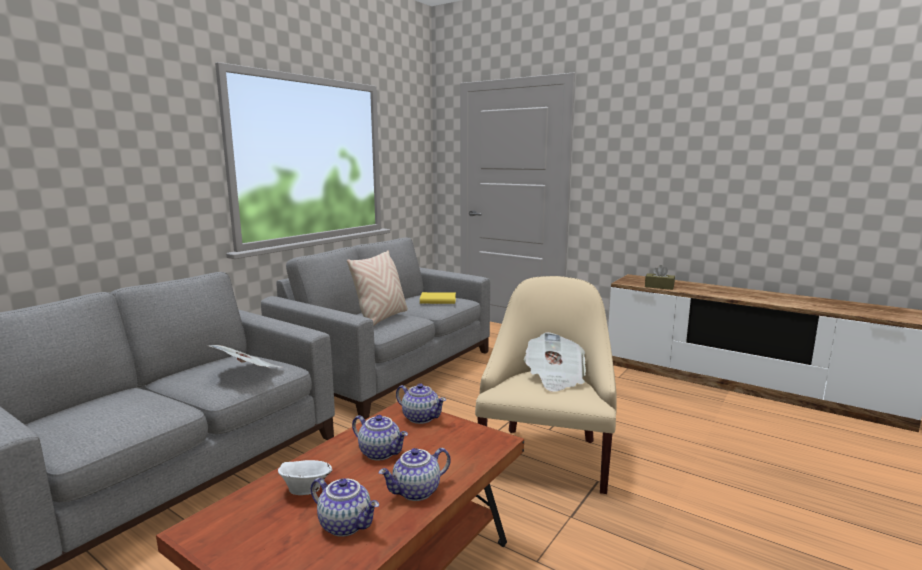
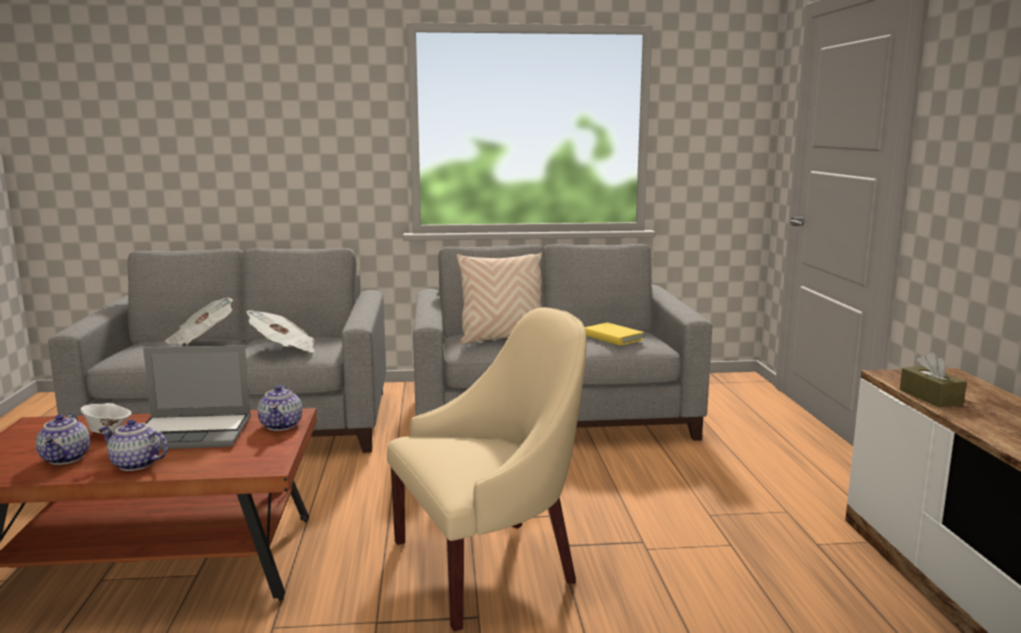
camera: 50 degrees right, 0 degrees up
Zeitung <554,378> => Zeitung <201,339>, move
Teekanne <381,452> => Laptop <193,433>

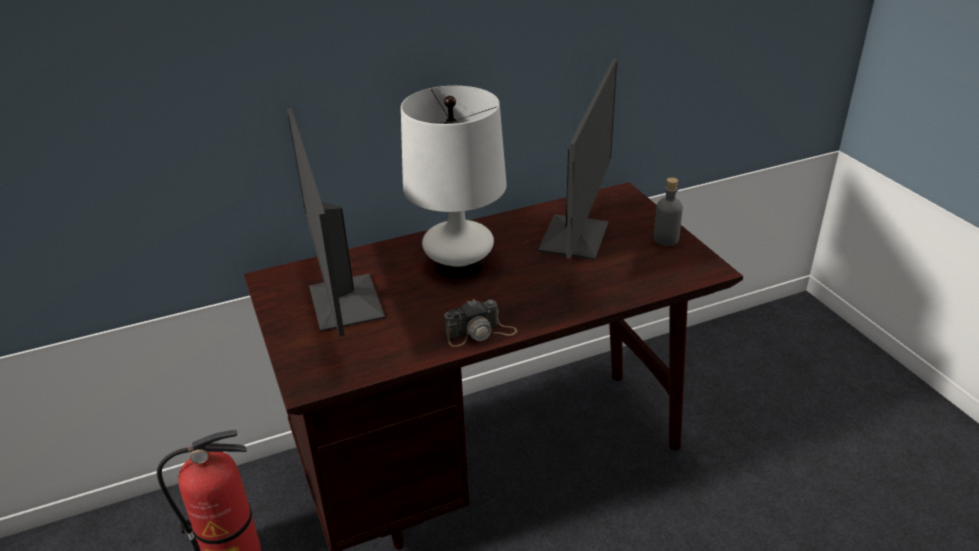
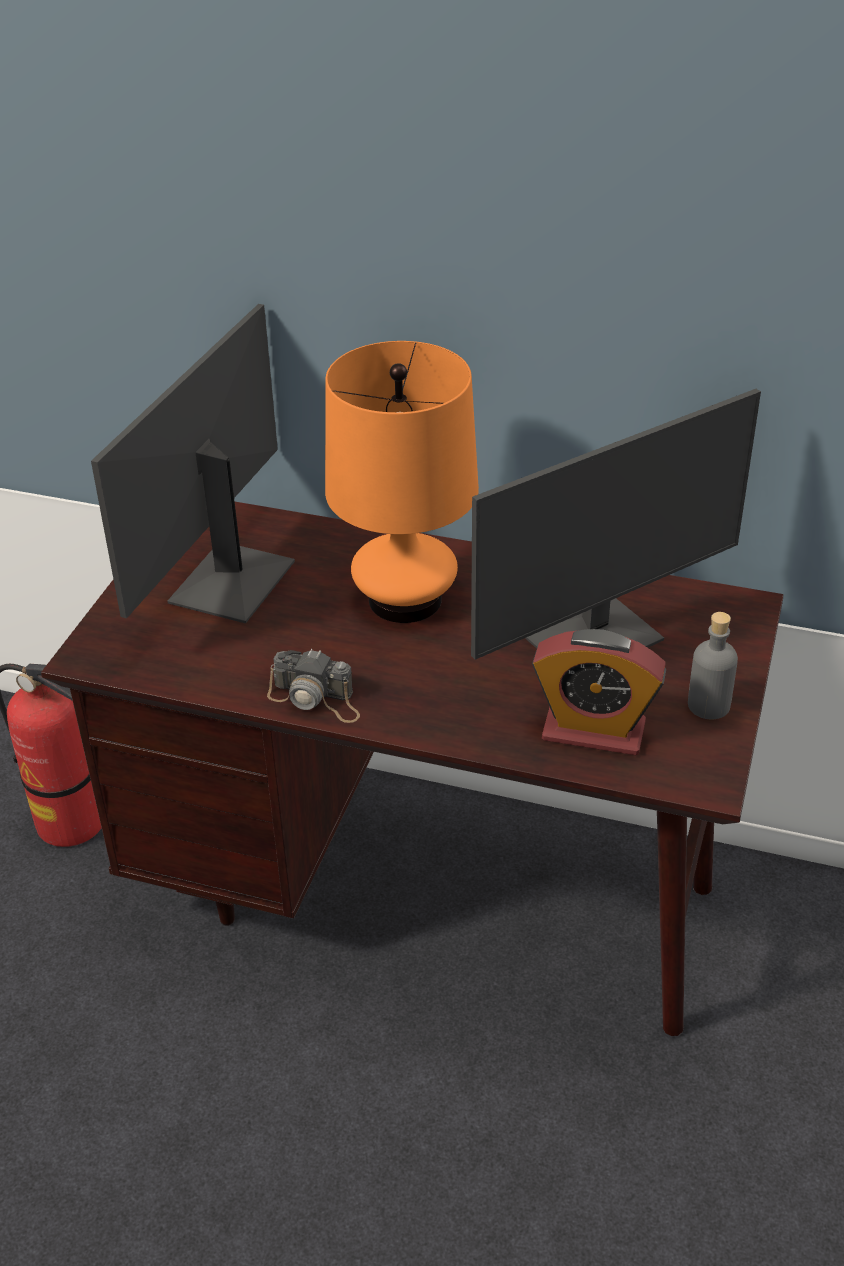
camera: 40 degrees right, 5 degrees up
Tischlampe/weiß <459,264> => Tischlampe/orange <405,599>
nothing => Wecker <593,731>

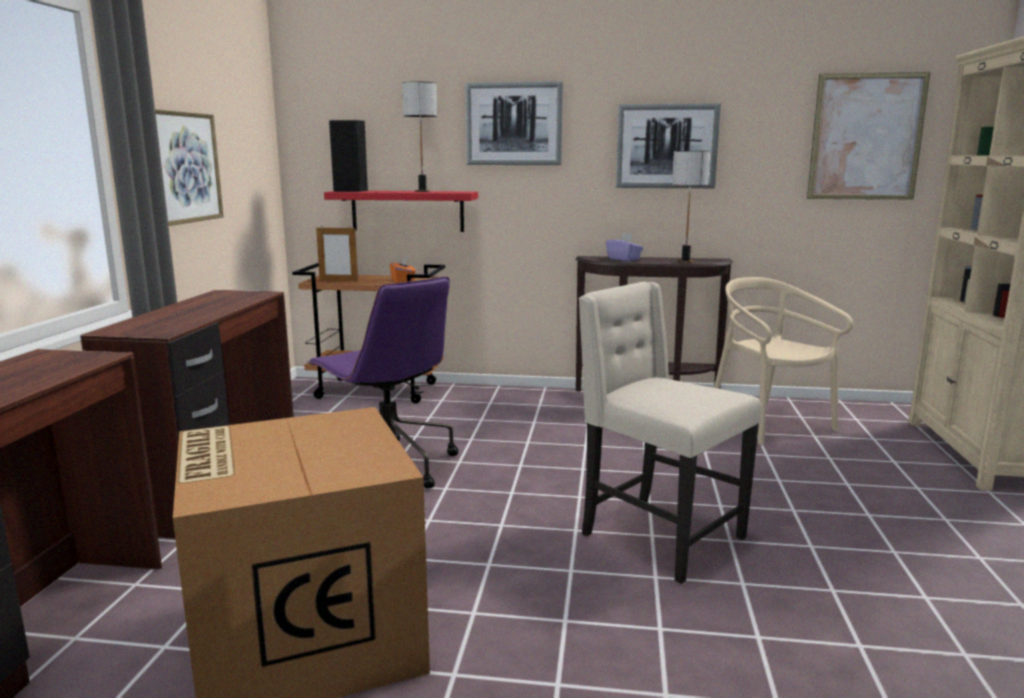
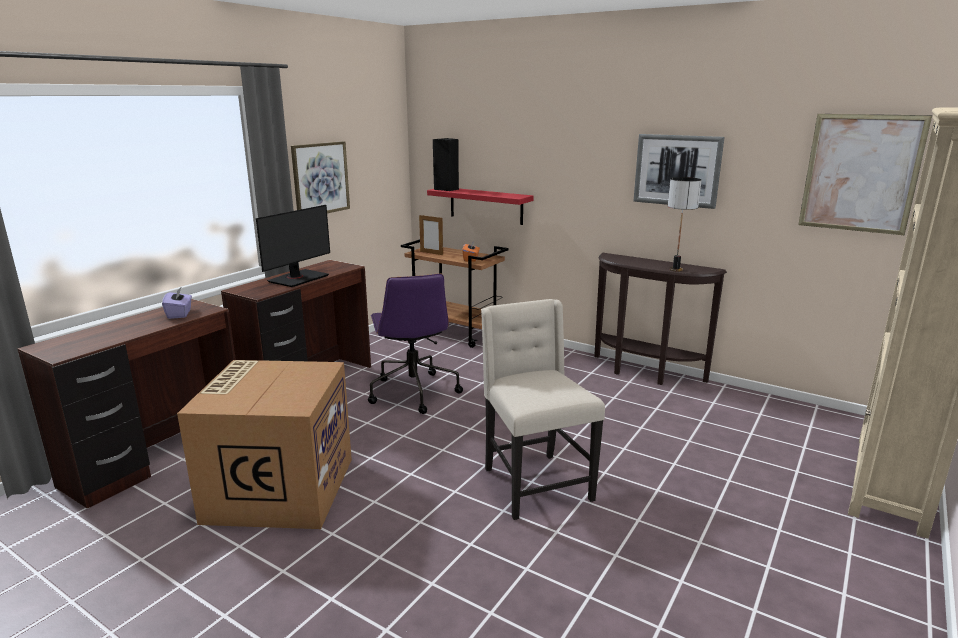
camera: 25 degrees right, 5 degrees up
Tischlampe <422,191> => nothing
Bild <514,124> => nothing
Taschentuchbox/lila <624,259> => Taschentuchbox/lila <180,314>, move
Stuhl/beige <768,423> => nothing
nothing => Monitor <298,278>

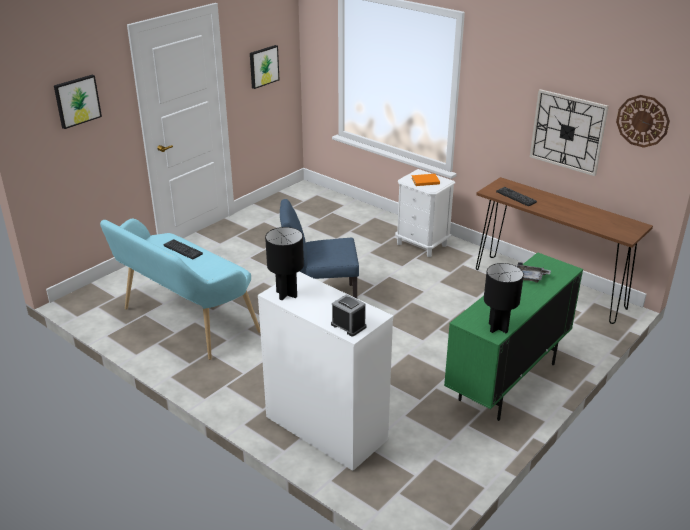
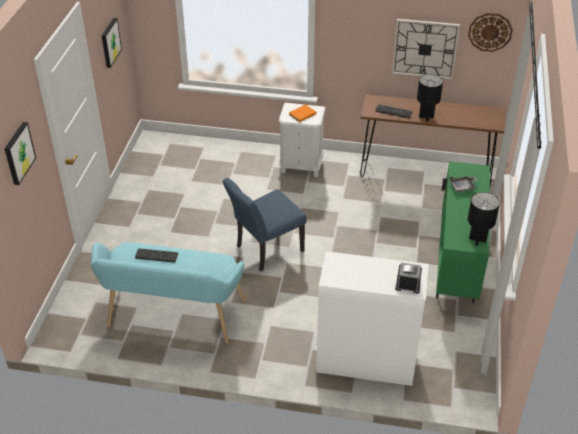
camera: 30 degrees left, 10 degrees up
Tischlampe/schwarz <287,294> => Tischlampe/schwarz <426,117>, move

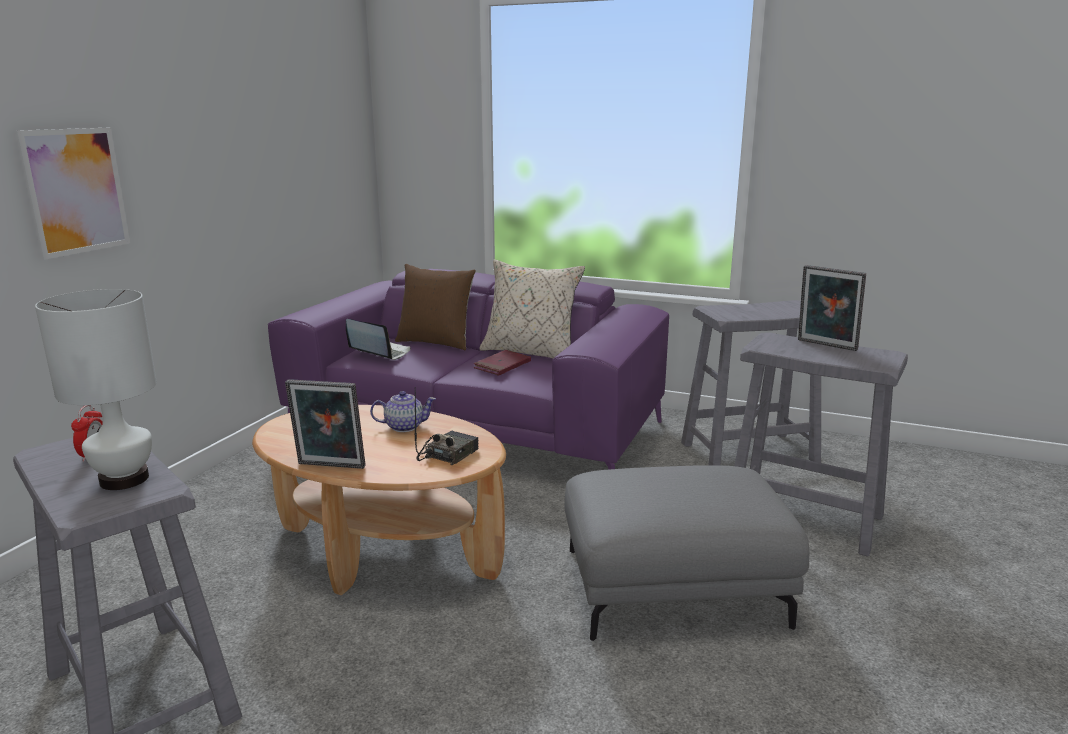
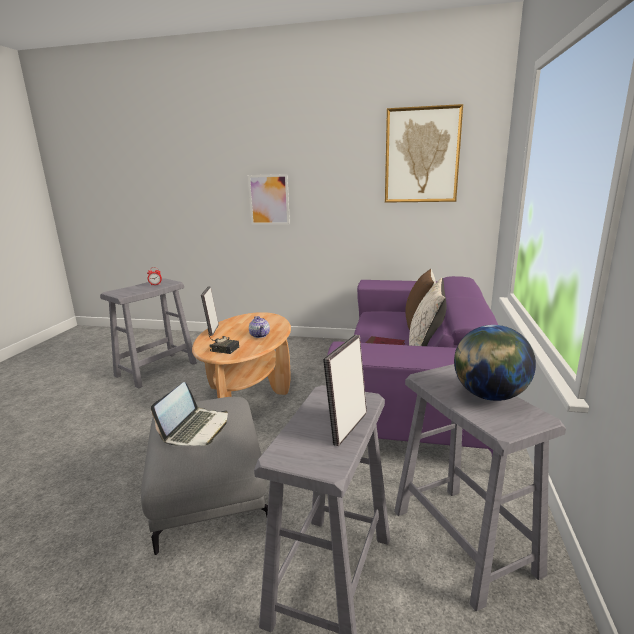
camera: 80 degrees right, 0 degrees up
Tischlampe/weiß <123,480> => nothing
Laptop <379,352> => Laptop <196,429>, move
nothing => Bild <422,155>
nothing => Globus <489,396>

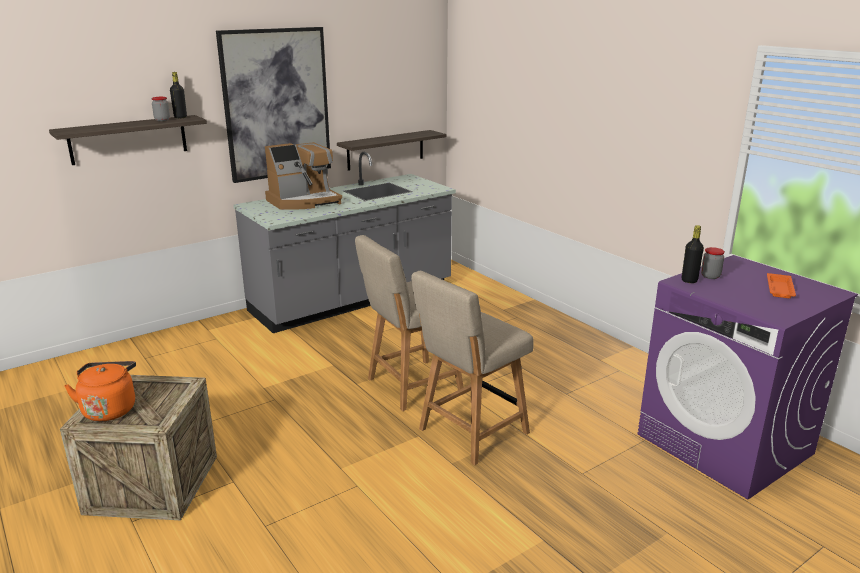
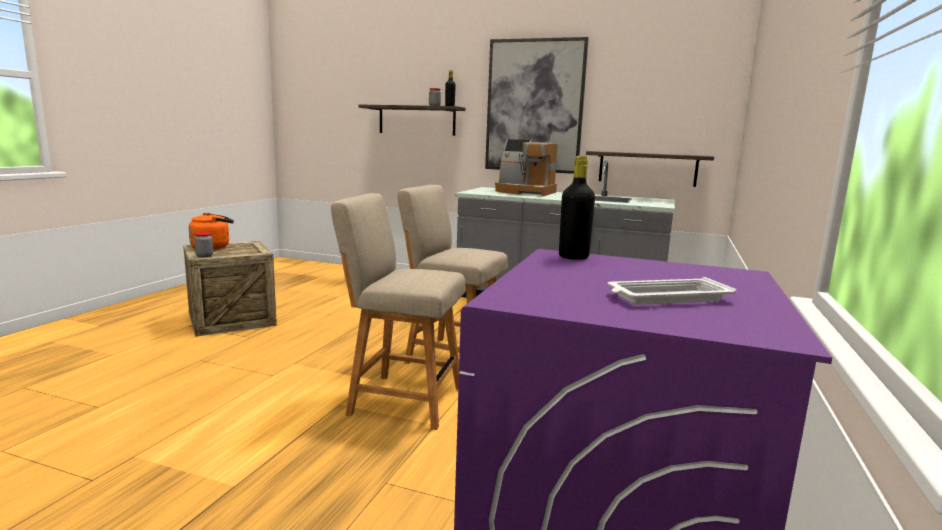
camera: 55 degrees right, 10 degrees down
Vorratsglas <710,276> => Vorratsglas <204,256>, move
Tablett/orange <780,289> => Tablett/weiß <667,298>

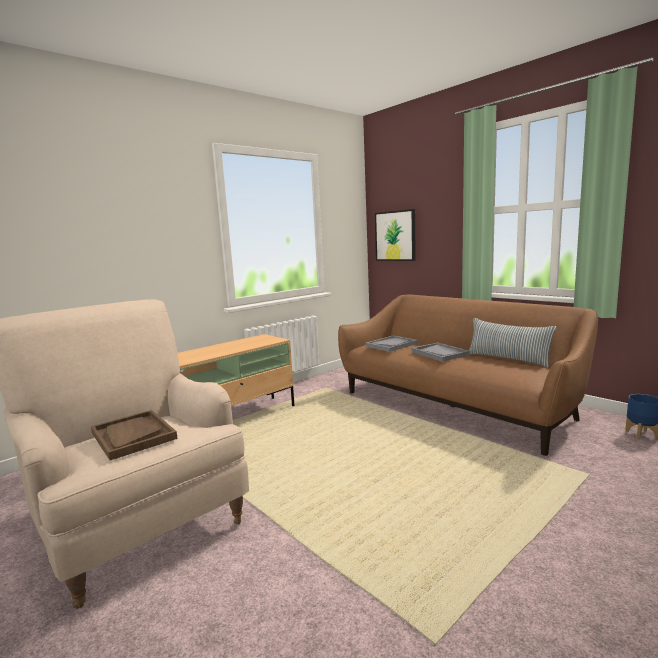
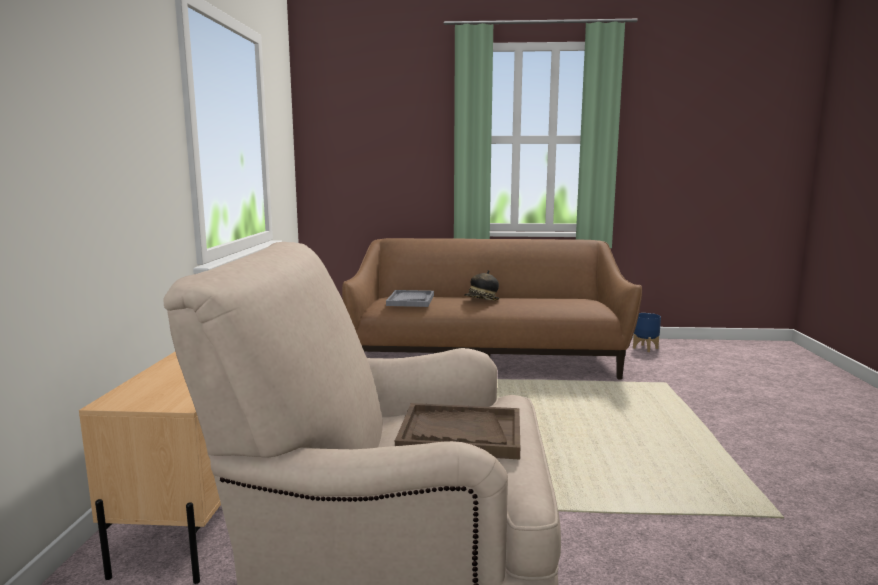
camera: 45 degrees left, 0 degrees up
Bild <395,236> => nothing
Kissen <507,359> => nothing
Tablett/grau <440,353> => Hut <482,300>

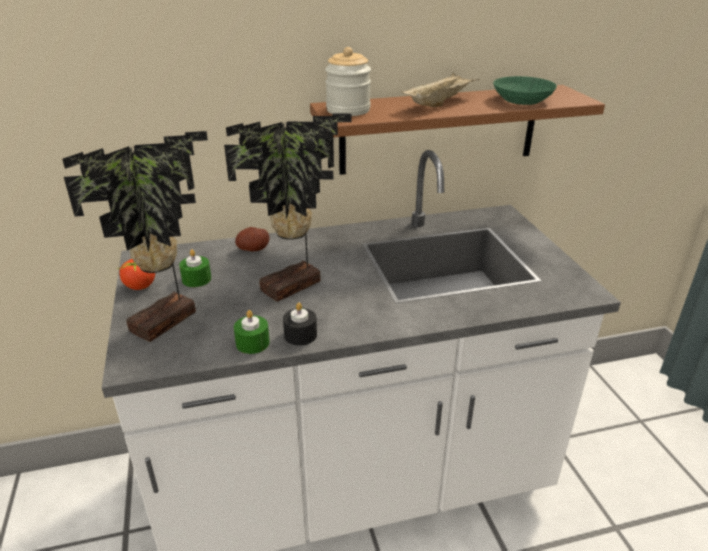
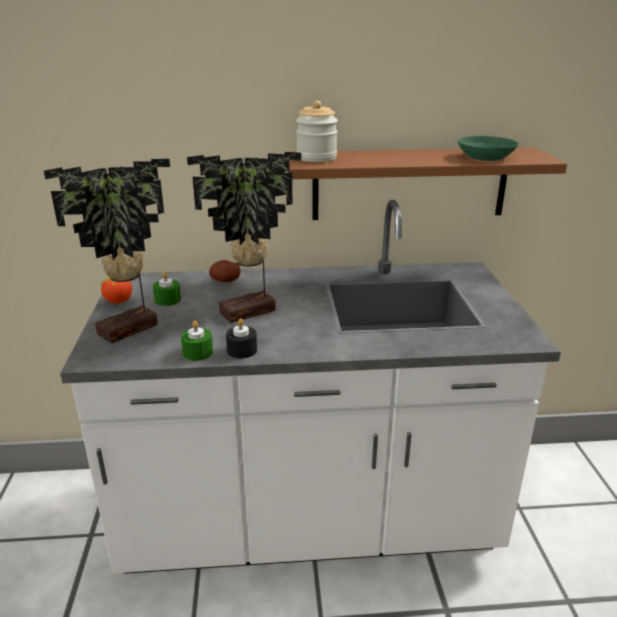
camera: 10 degrees right, 5 degrees down
Tablett/beige <439,103> => nothing

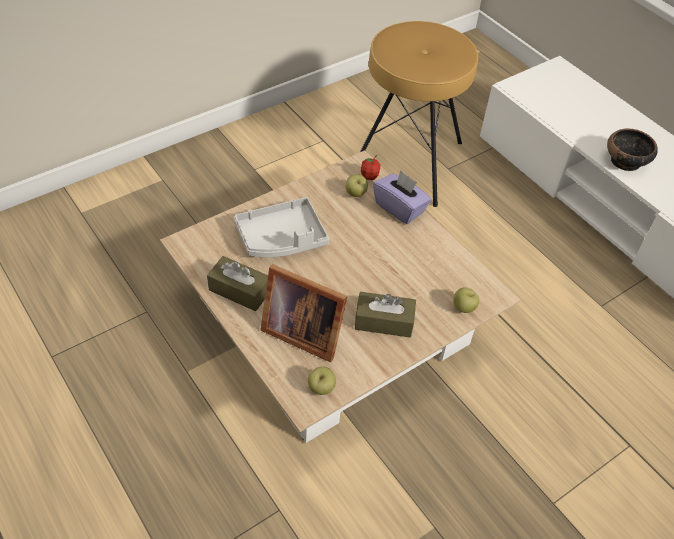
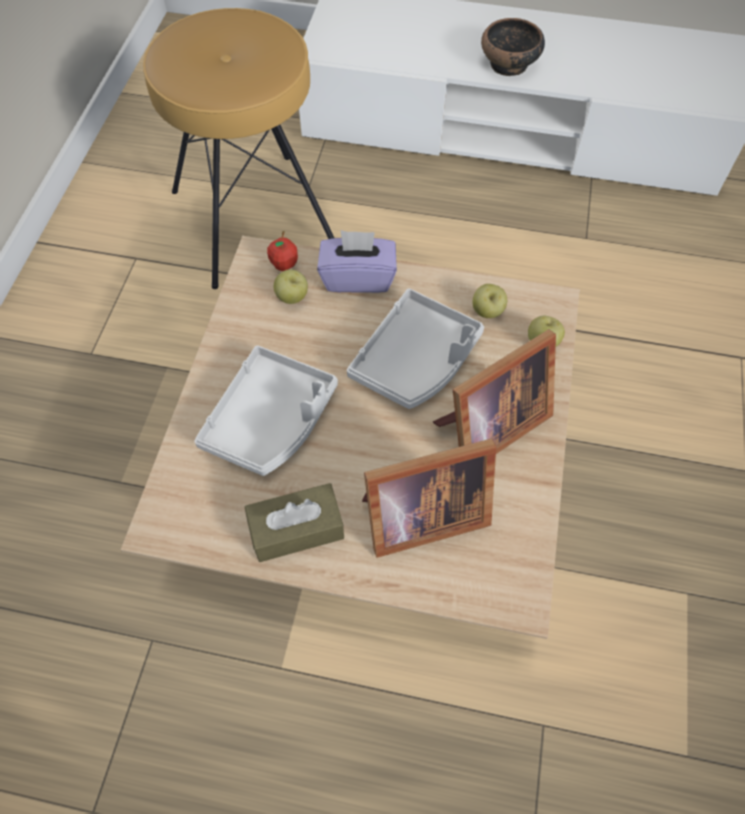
camera: 40 degrees left, 10 degrees up
Taschentuchbox/braun <384,321> => Bilderrahmen <488,427>
Apfel <321,388> => Apfel <487,312>, move
nothing => Tablett/grau <416,360>

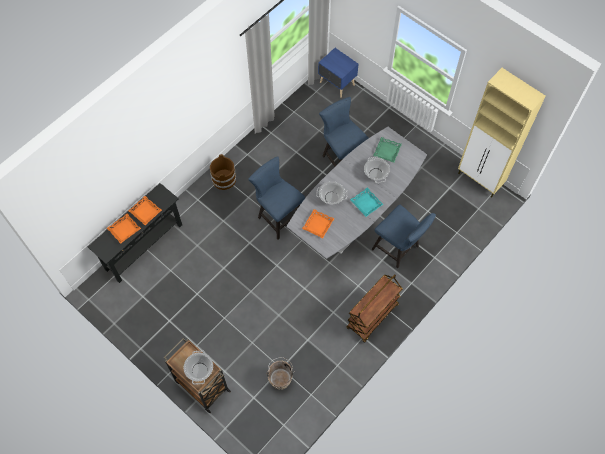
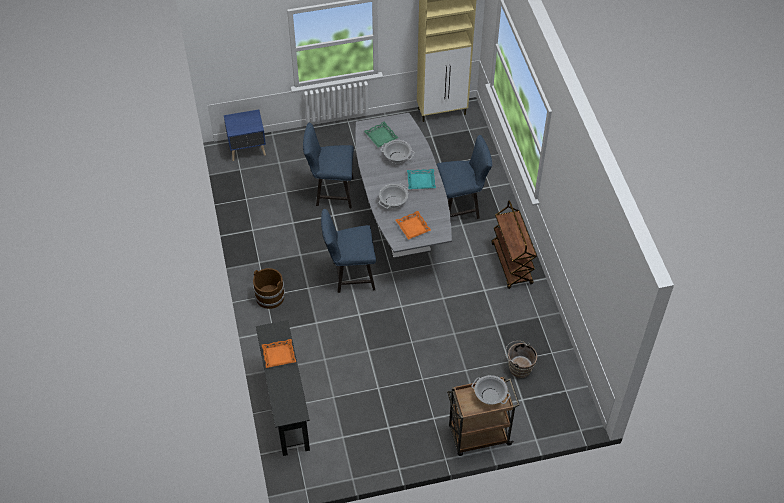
camera: 55 degrees left, 10 degrees down
Tablett/orange <124,230> => nothing

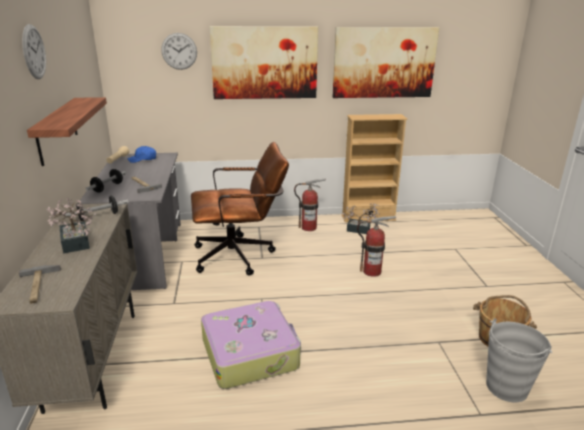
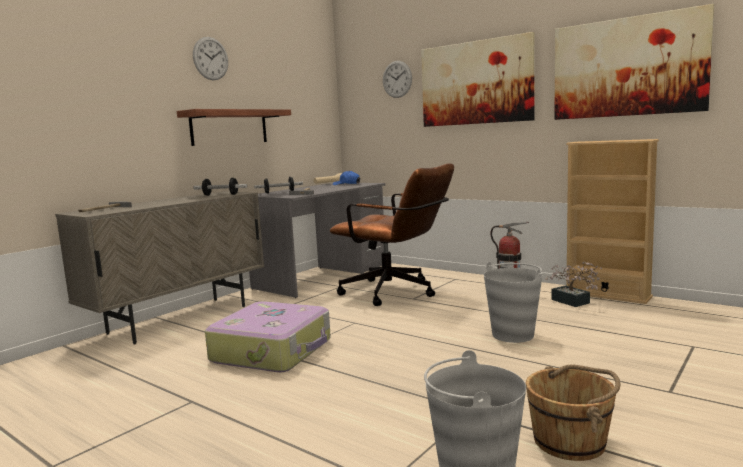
camera: 45 degrees right, 15 degrees down
Topfpflanze <75,245> => nothing
Feuerlöscher <372,271> => Eimer/grau <513,335>

